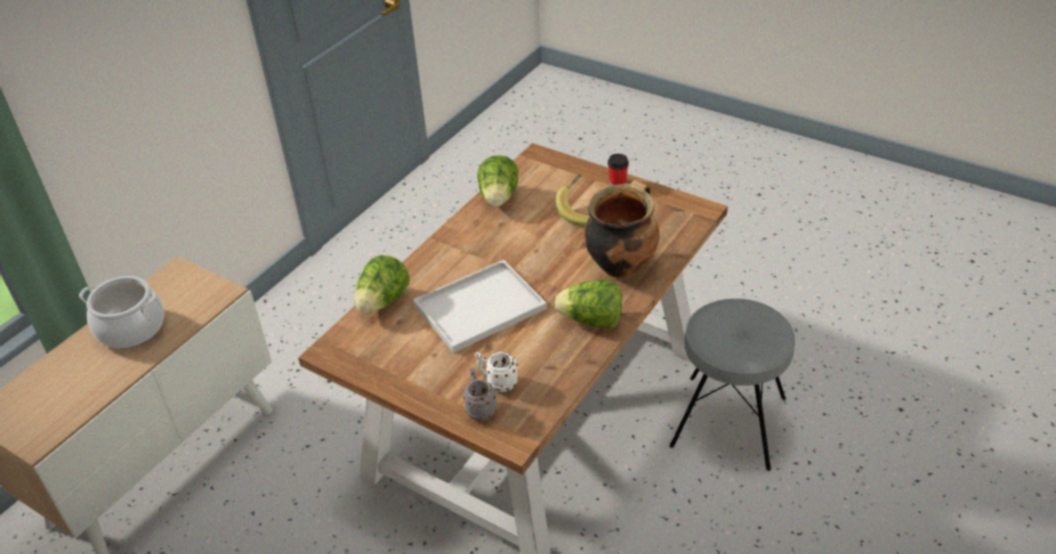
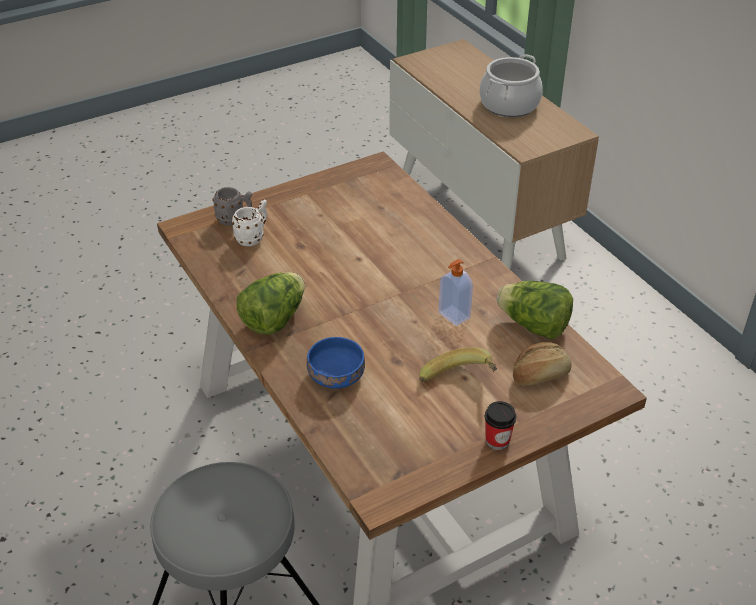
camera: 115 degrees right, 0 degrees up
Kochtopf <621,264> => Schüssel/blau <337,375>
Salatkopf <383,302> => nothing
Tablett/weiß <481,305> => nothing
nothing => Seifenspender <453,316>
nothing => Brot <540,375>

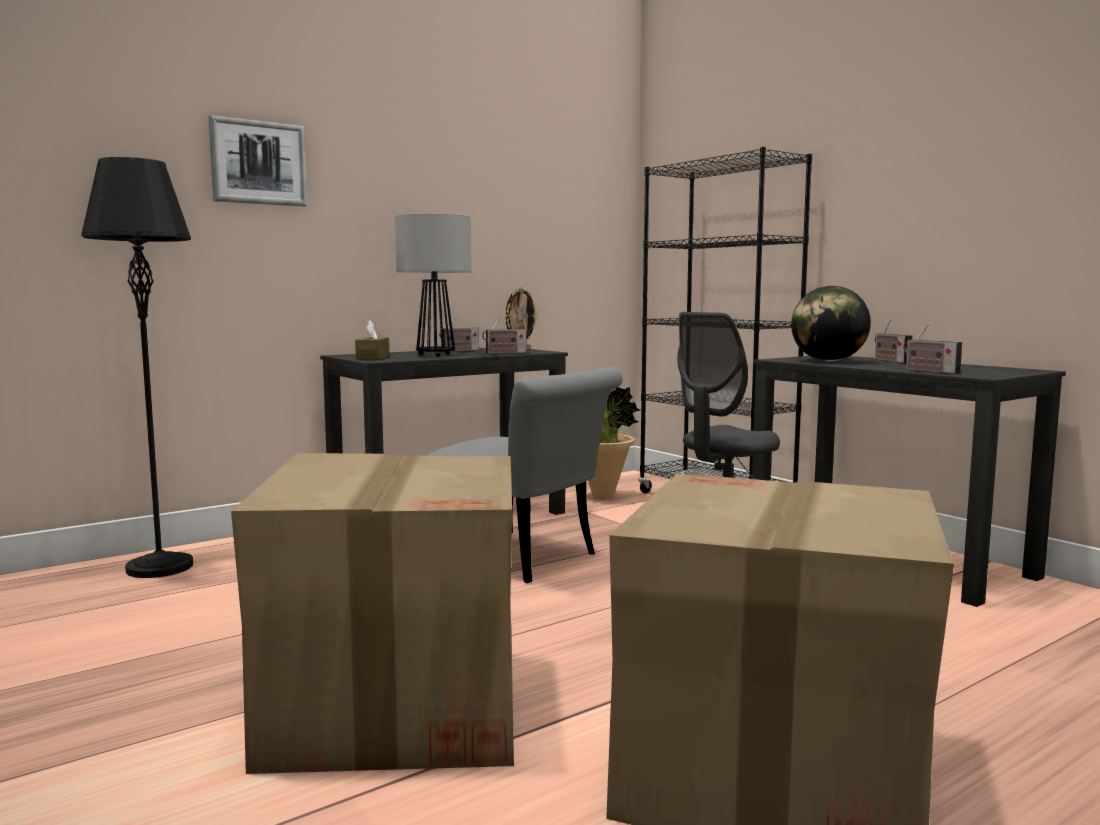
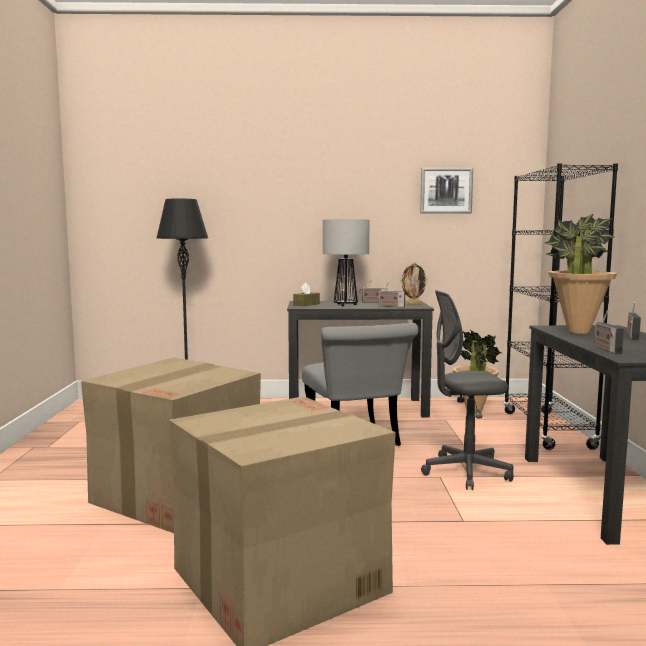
camera: 35 degrees right, 0 degrees up
Bild <258,163> => Bild <446,190>, move
Globus <828,361> => Topfpflanze <578,332>

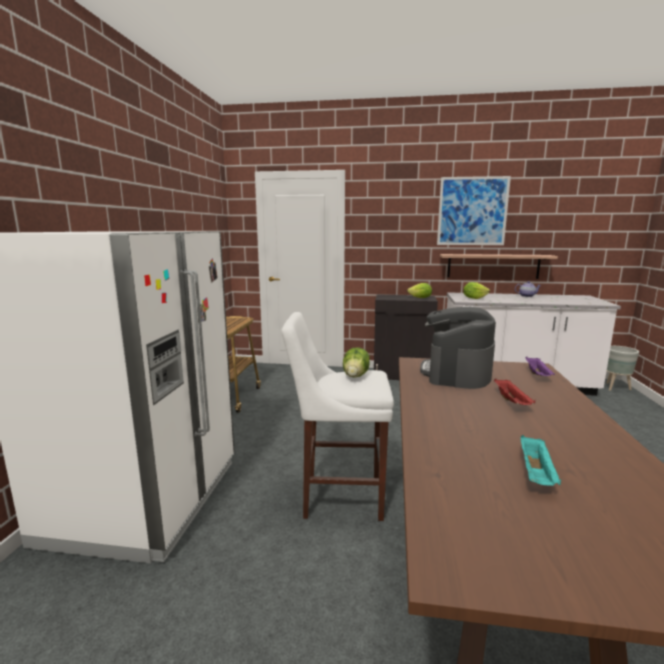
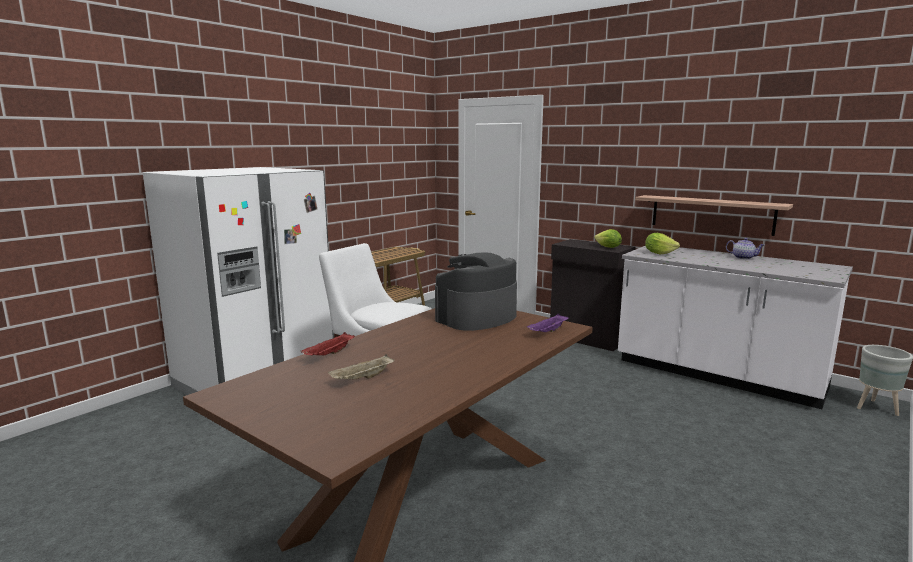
camera: 30 degrees right, 0 degrees up
Bild <472,211> => nothing
Salatkopf <356,375> => nothing
Tablett/rot <512,402> => Tablett/rot <329,355>, move
Tablett/türkis <536,474> => Tablett/beige <362,379>

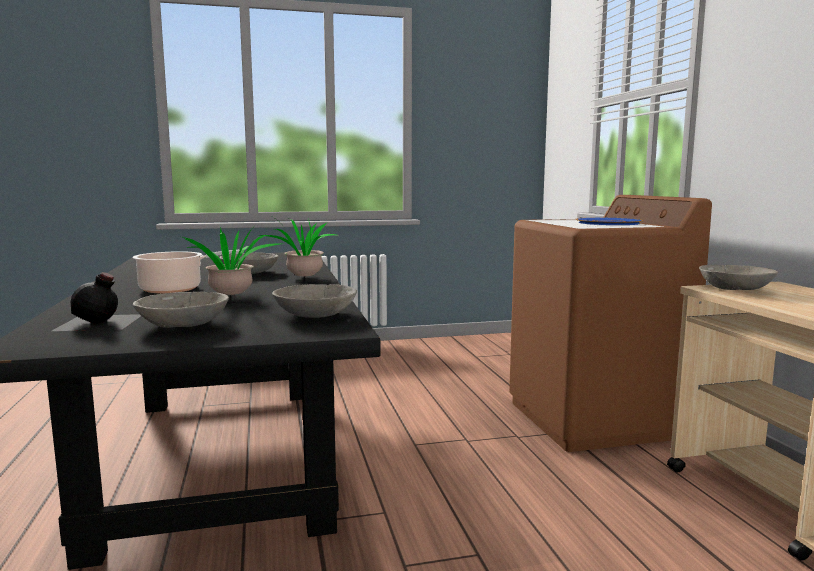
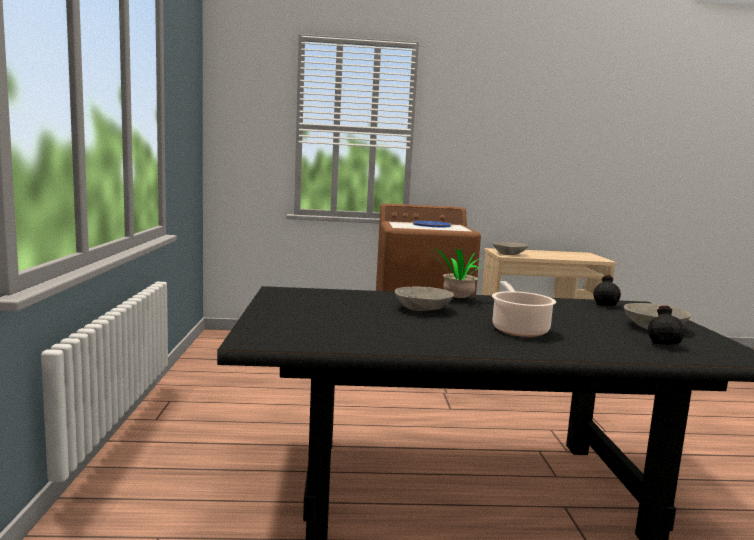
camera: 80 degrees left, 0 degrees up
Topfpflanze <231,297> => nothing
Schüssel/grau <315,315> => Flasche/schwarz <605,305>

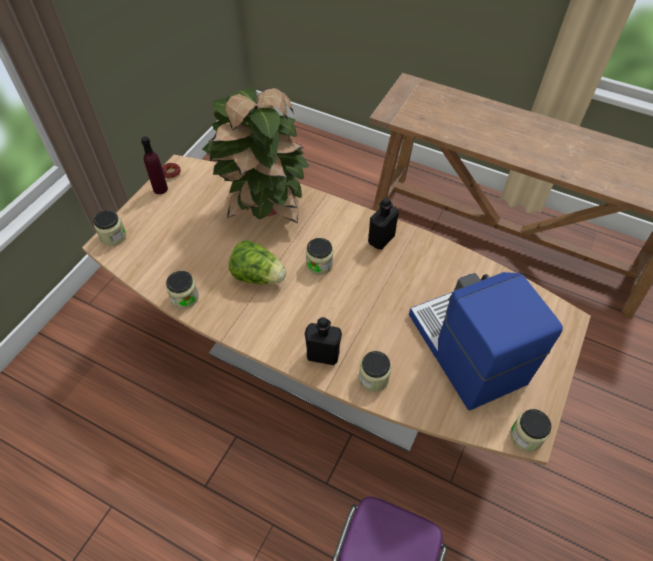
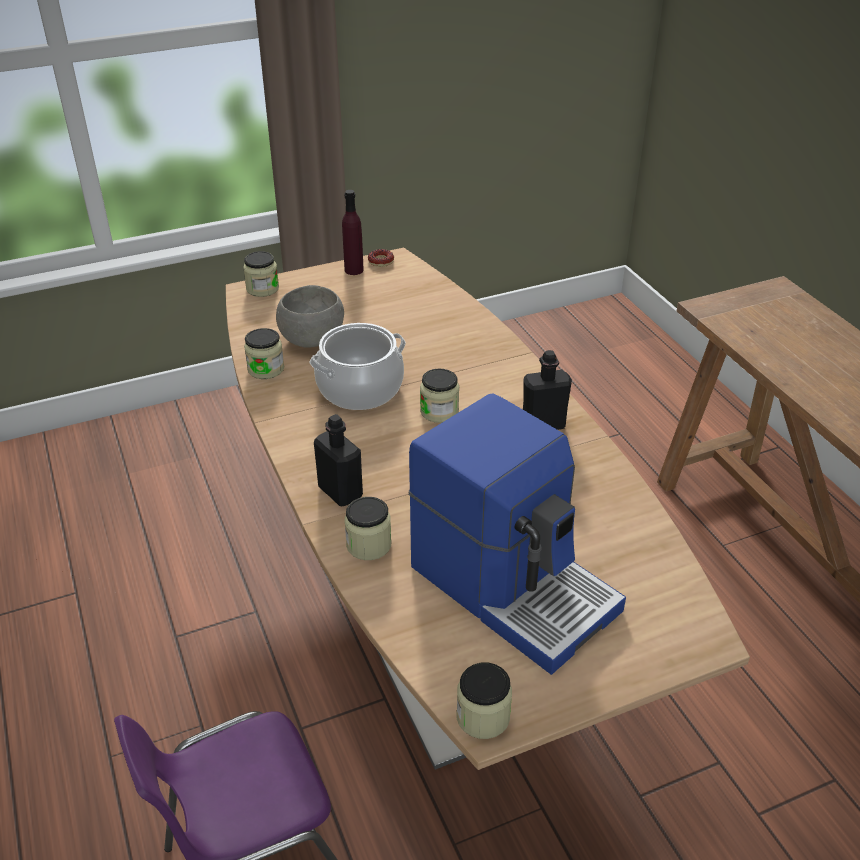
camera: 40 degrees right, 15 degrees down
Topfpflanze <264,207> => nothing
Salatkopf <258,276> => Kochtopf <360,388>
Kaffeemaschine <465,350> => Kaffeemaschine <514,585>, 120 degrees clockwise
nothing => Schüssel/grau <311,339>

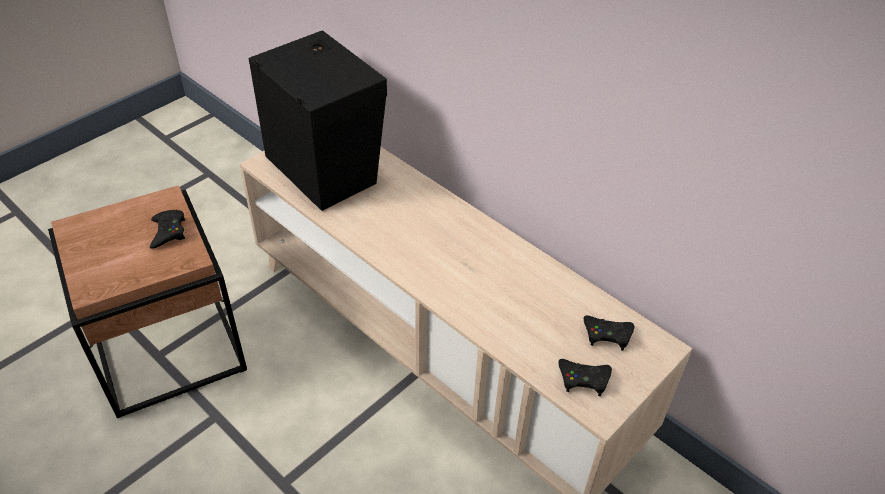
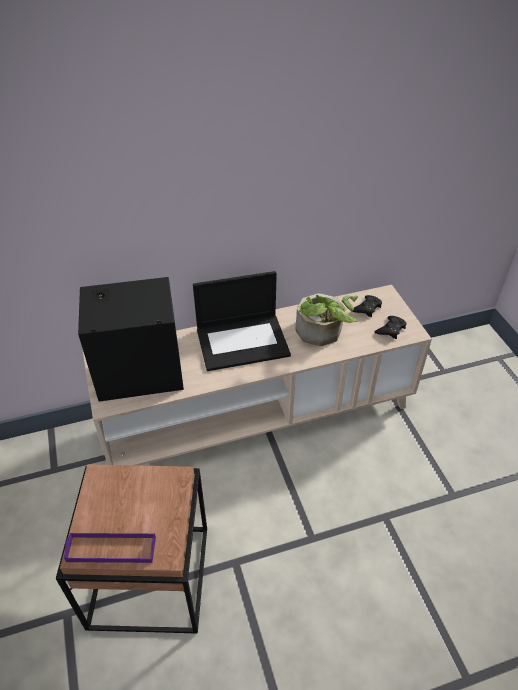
camera: 60 degrees left, 0 degrees up
Gamepad/schwarz <168,232> => nothing
nothing => Laptop <243,341>
nothing => Topfpflanze <322,334>
nothing => Tablett/lila <111,549>

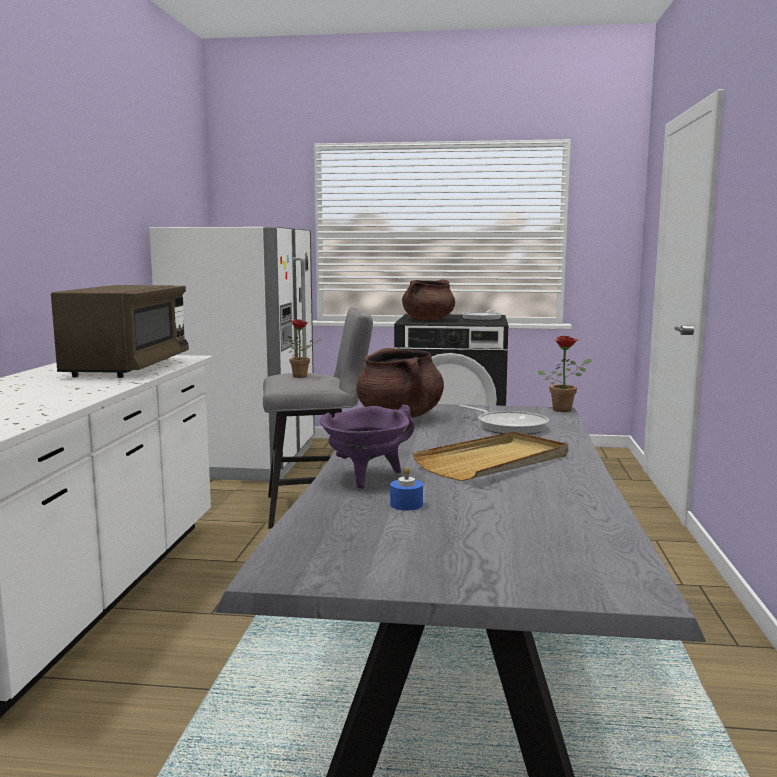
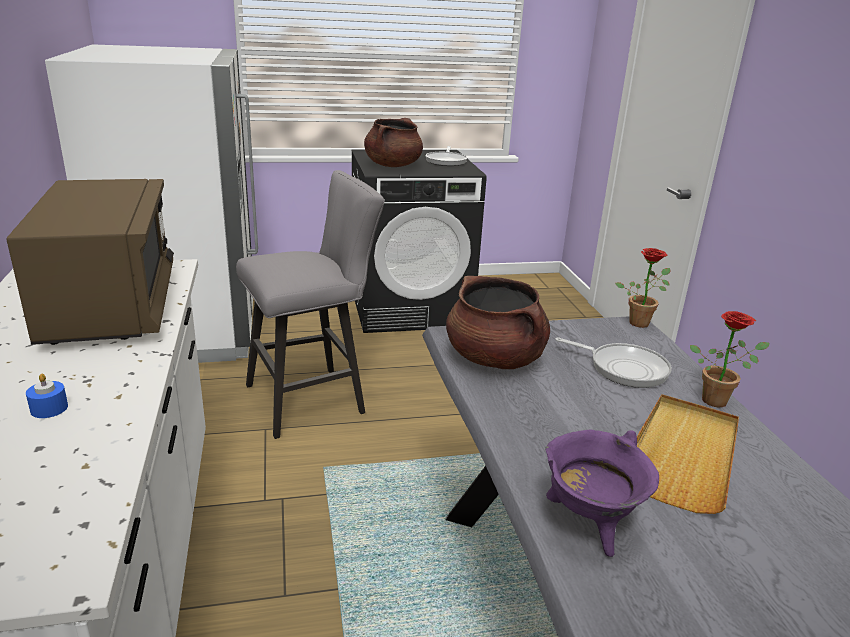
camera: 20 degrees left, 15 degrees up
Topfpflanze <303,376> => Topfpflanze <718,399>, move
Kerze/blau <406,504> => Kerze/blau <49,408>, move

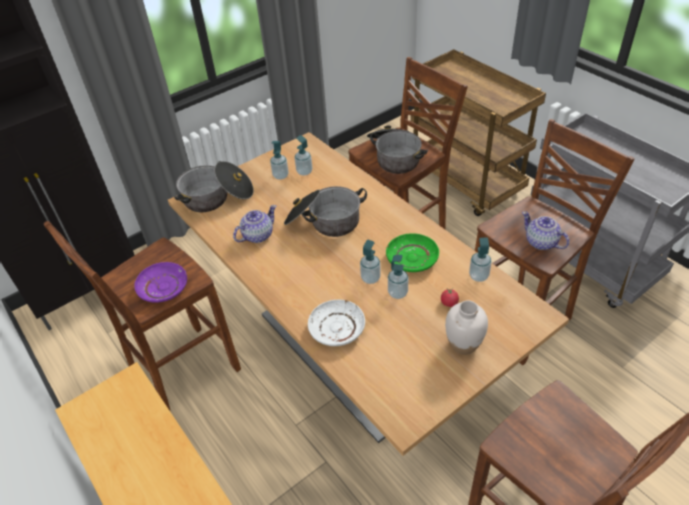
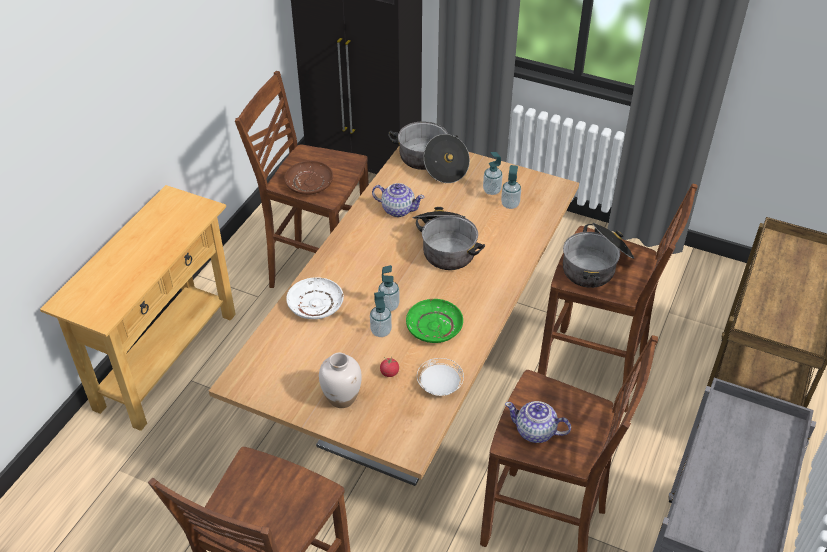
camera: 60 degrees right, 0 degrees up
Teekanne <541,242> => Teekanne <535,431>, 90 degrees counterclockwise
Seifenspender <478,276> => Teller/weiß <439,385>
Teller/lila <163,287> => Teller/braun <309,183>

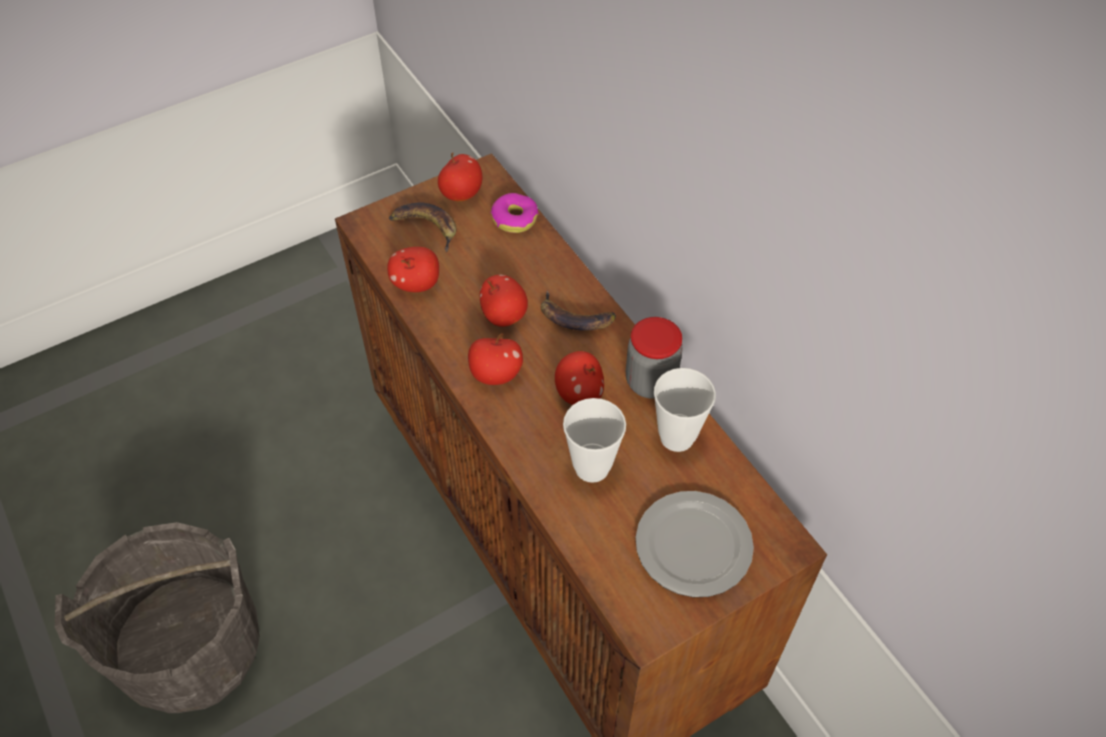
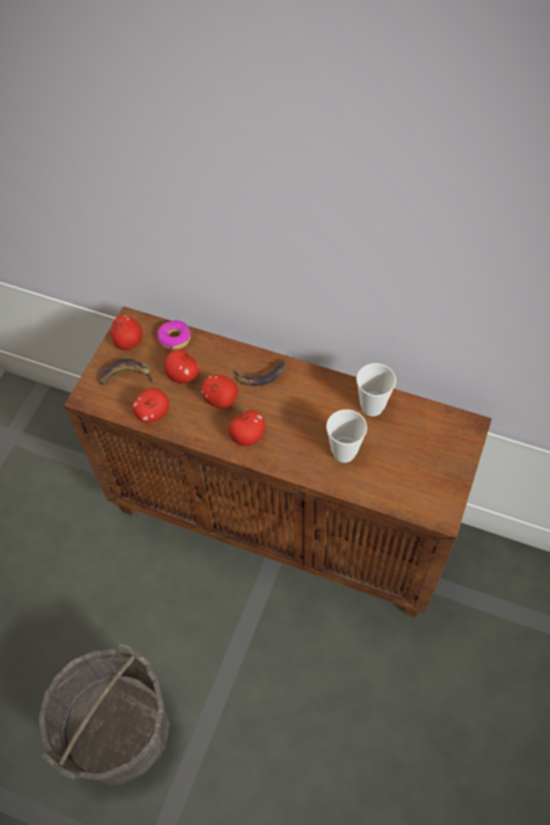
camera: 35 degrees left, 5 degrees up
Vorratsglas <650,381> => nothing
Apfel <579,393> => Apfel <183,375>, move
Teller <691,544> => nothing

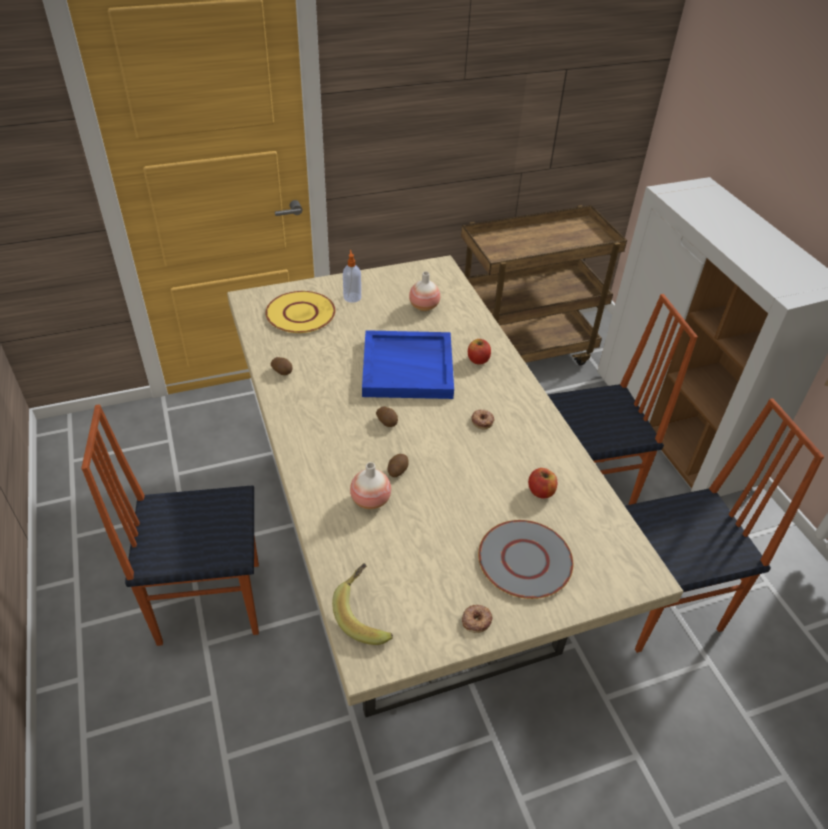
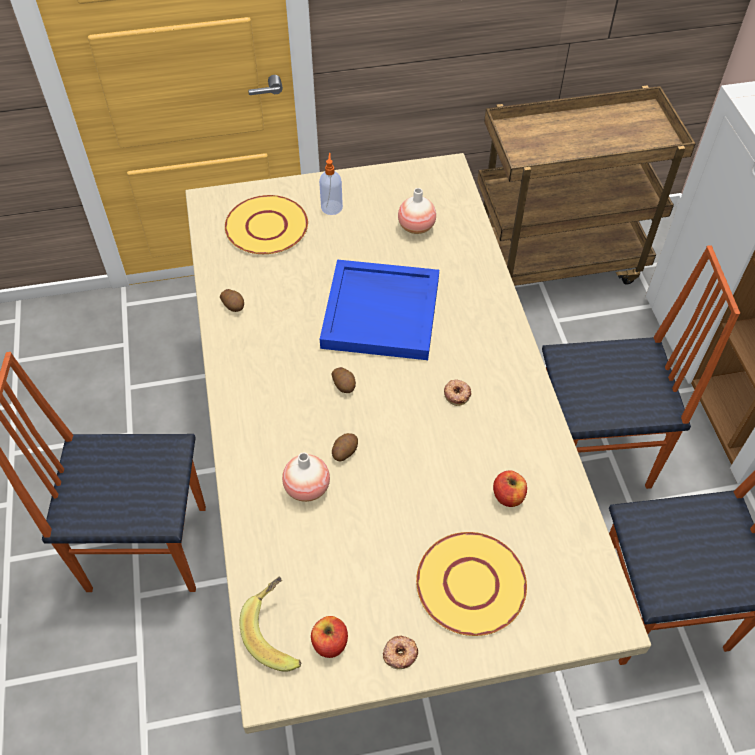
camera: 10 degrees right, 10 degrees up
Apfel <478,360> => Apfel <330,643>, move
Teller/grau <525,560> => Teller/gelb <471,584>

